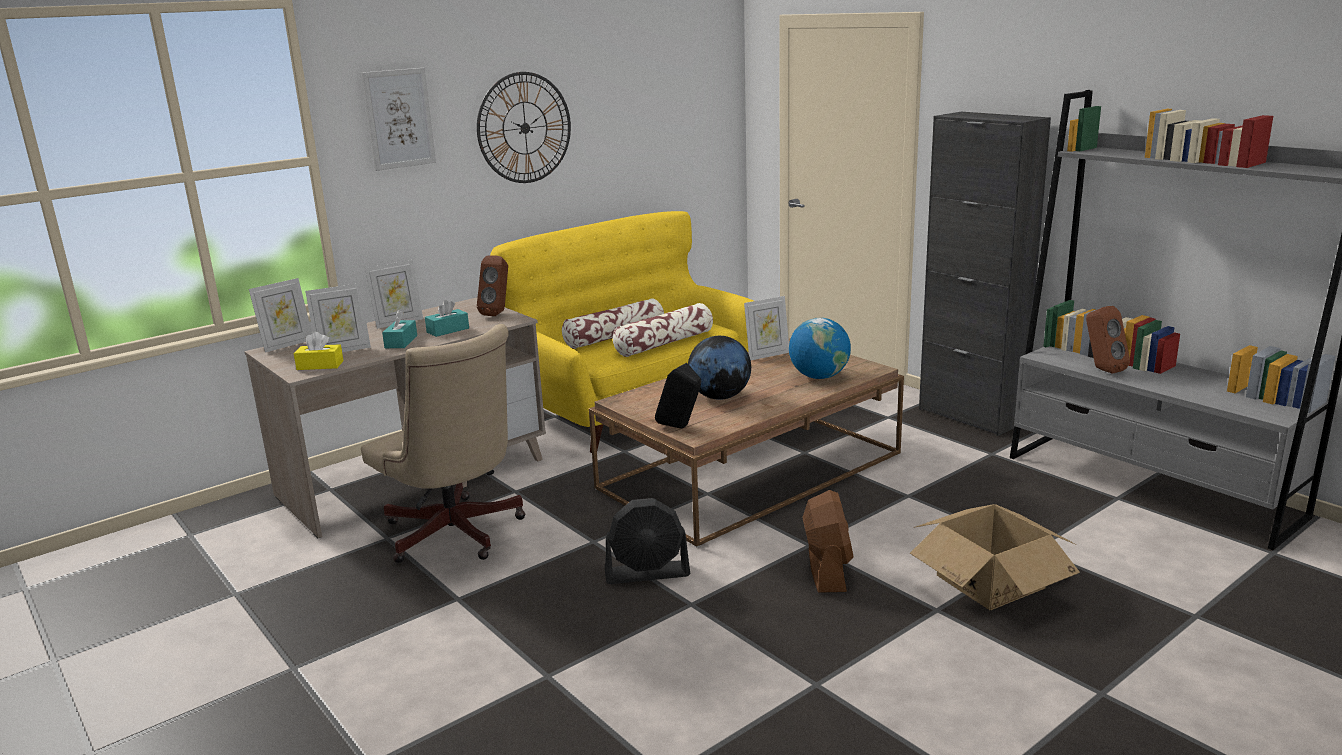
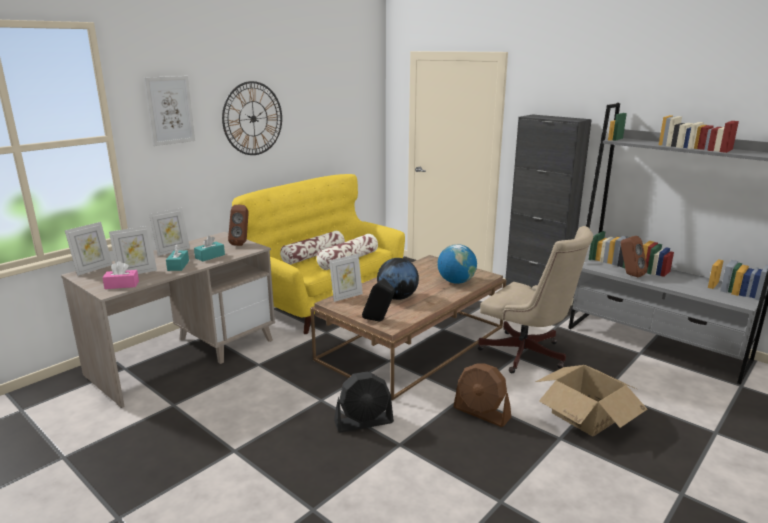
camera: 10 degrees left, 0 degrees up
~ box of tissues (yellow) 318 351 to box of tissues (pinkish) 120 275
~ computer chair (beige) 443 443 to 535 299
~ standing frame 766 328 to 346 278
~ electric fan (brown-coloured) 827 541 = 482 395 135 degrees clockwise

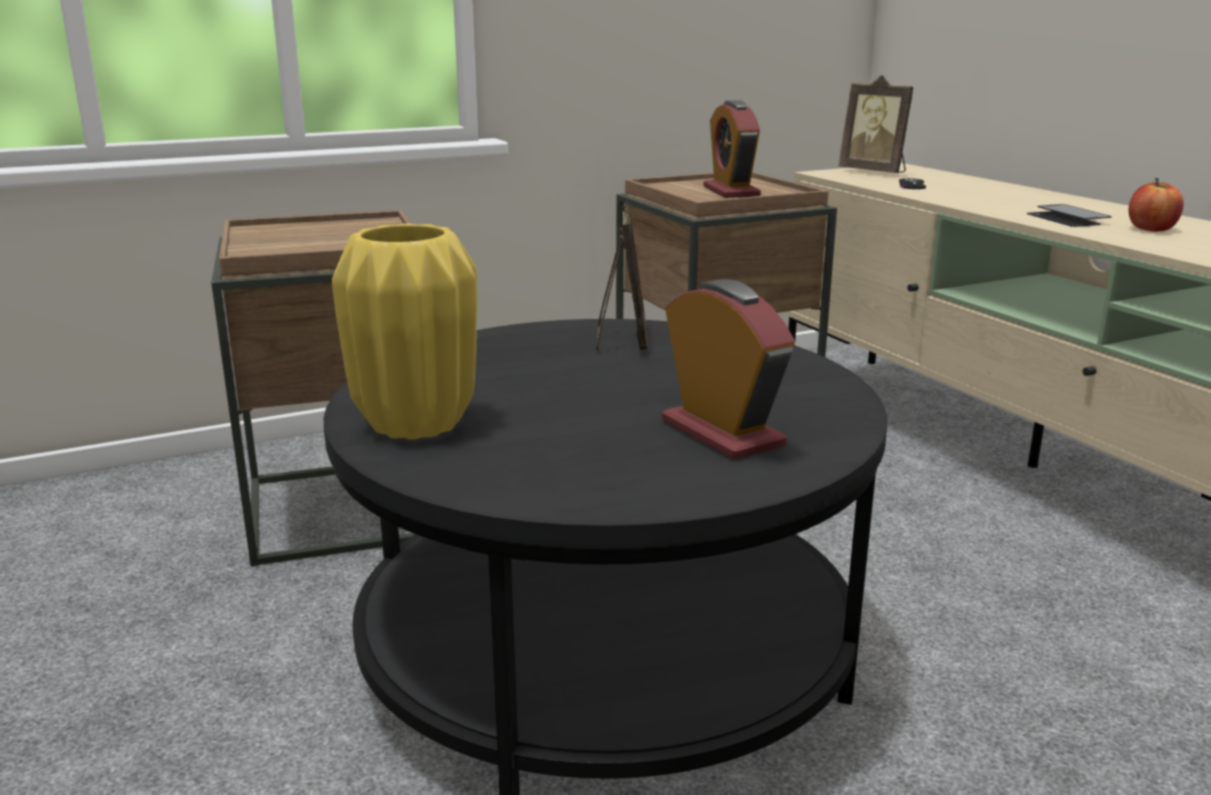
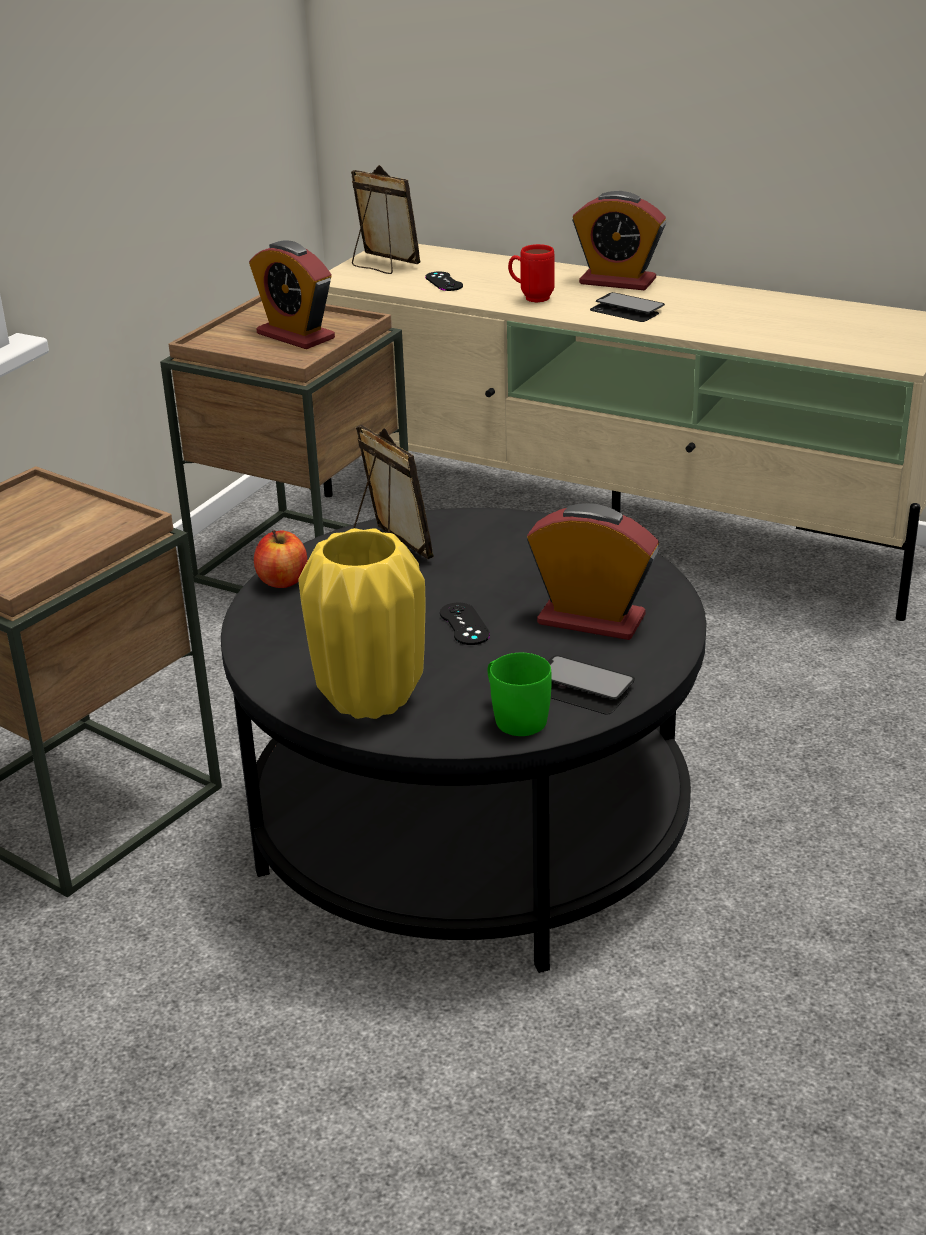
camera: 35 degrees left, 10 degrees up
~ standing frame 876 124 = 386 219 150 degrees counterclockwise
~ apple fruit 1156 204 to 280 559
+ game controller (black) 465 624
+ coffee mug (greenish) 519 694
+ coffee mug (reddish) 531 273
+ telephone 591 685
+ table clock 619 240

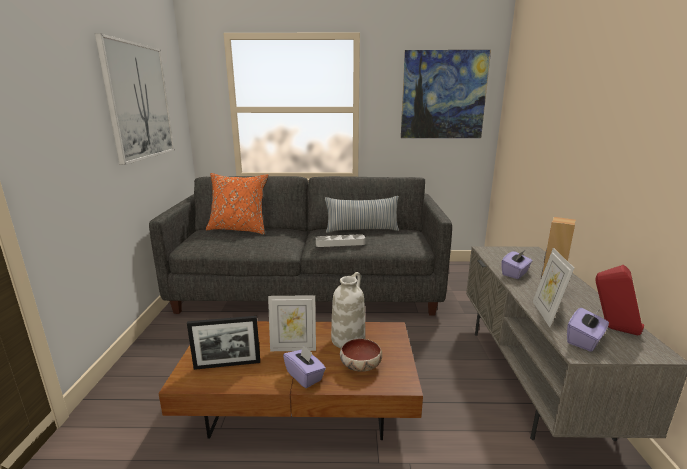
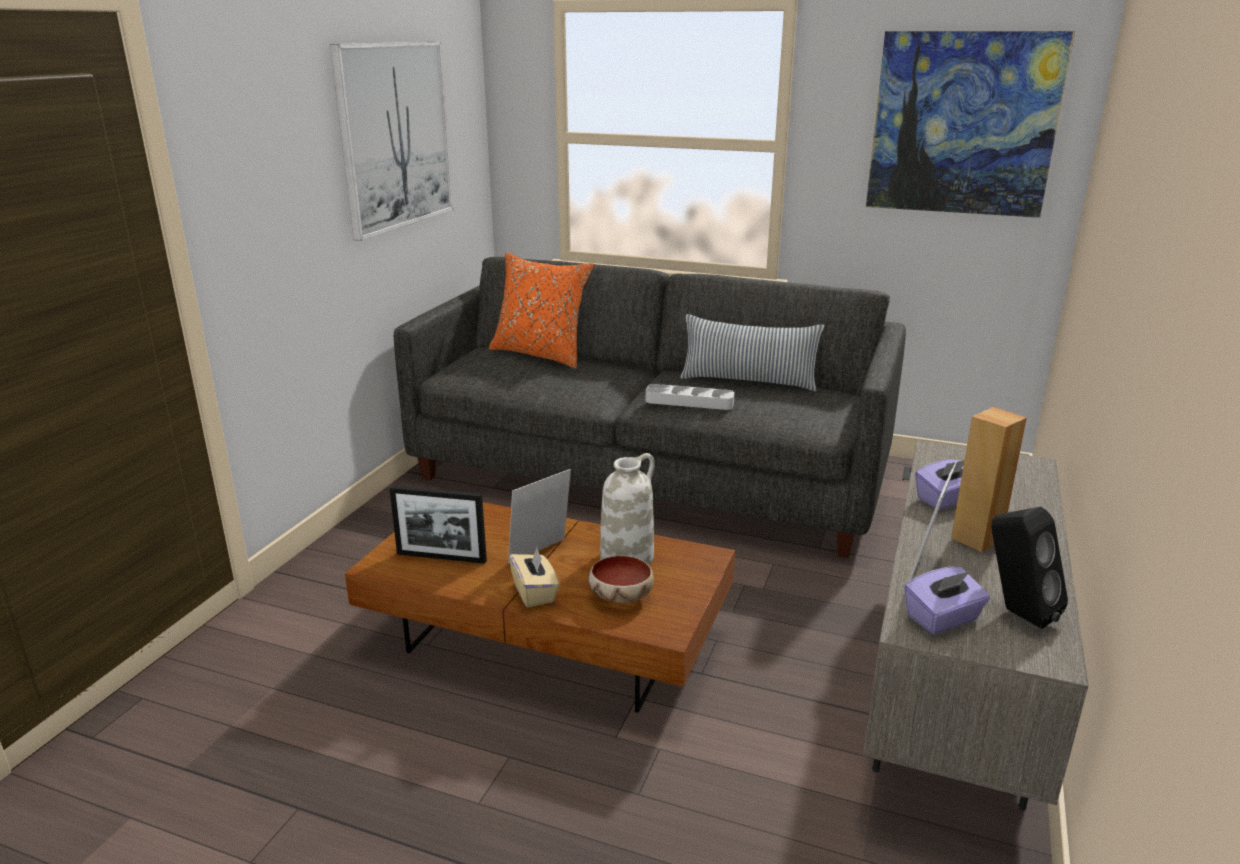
camera: 20 degrees right, 5 degrees up
~ standing frame 292 323 = 539 516 120 degrees clockwise
~ box of tissues (purplish) 304 366 to box of tissues (beige) 534 577
~ speaker (reddish) 619 300 to speaker (black) 1029 567

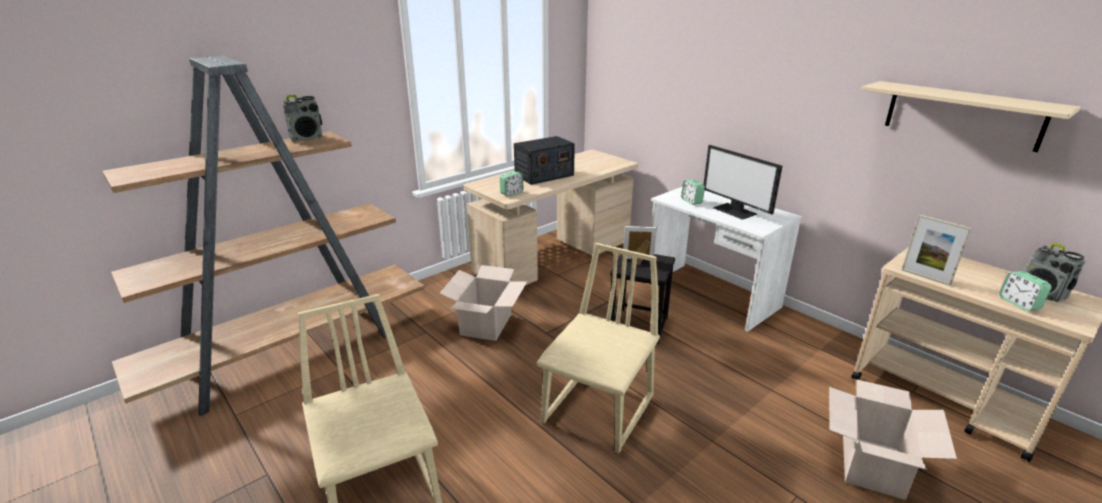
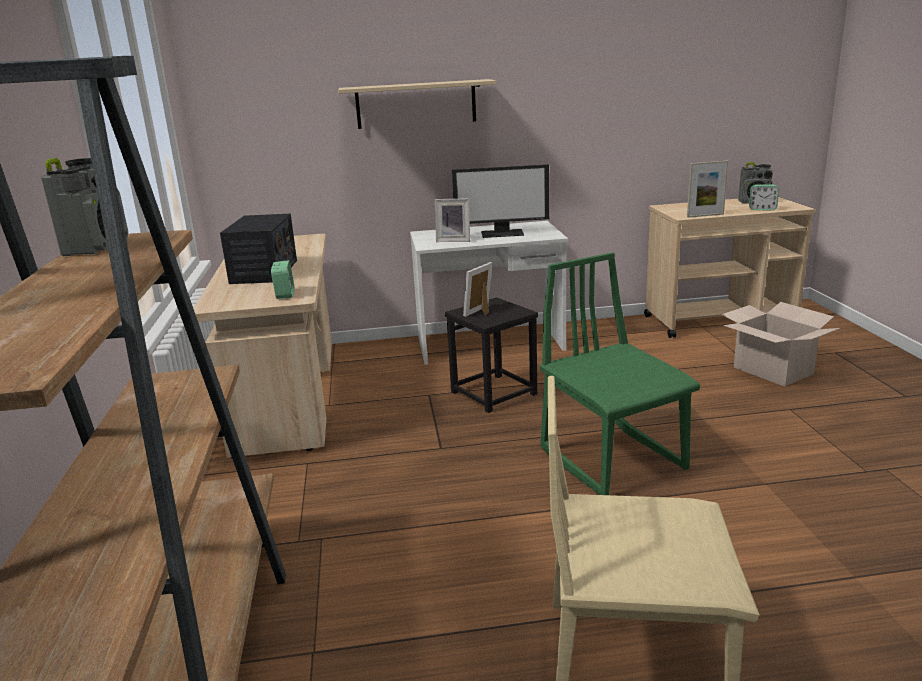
camera: 55 degrees left, 5 degrees down
- cardboard box 483 303
~ chair (beige) 598 348 to chair (greenish) 620 373
~ table clock 693 192 to standing frame 452 220
~ bracket shelf (beige) 970 116 to 417 104

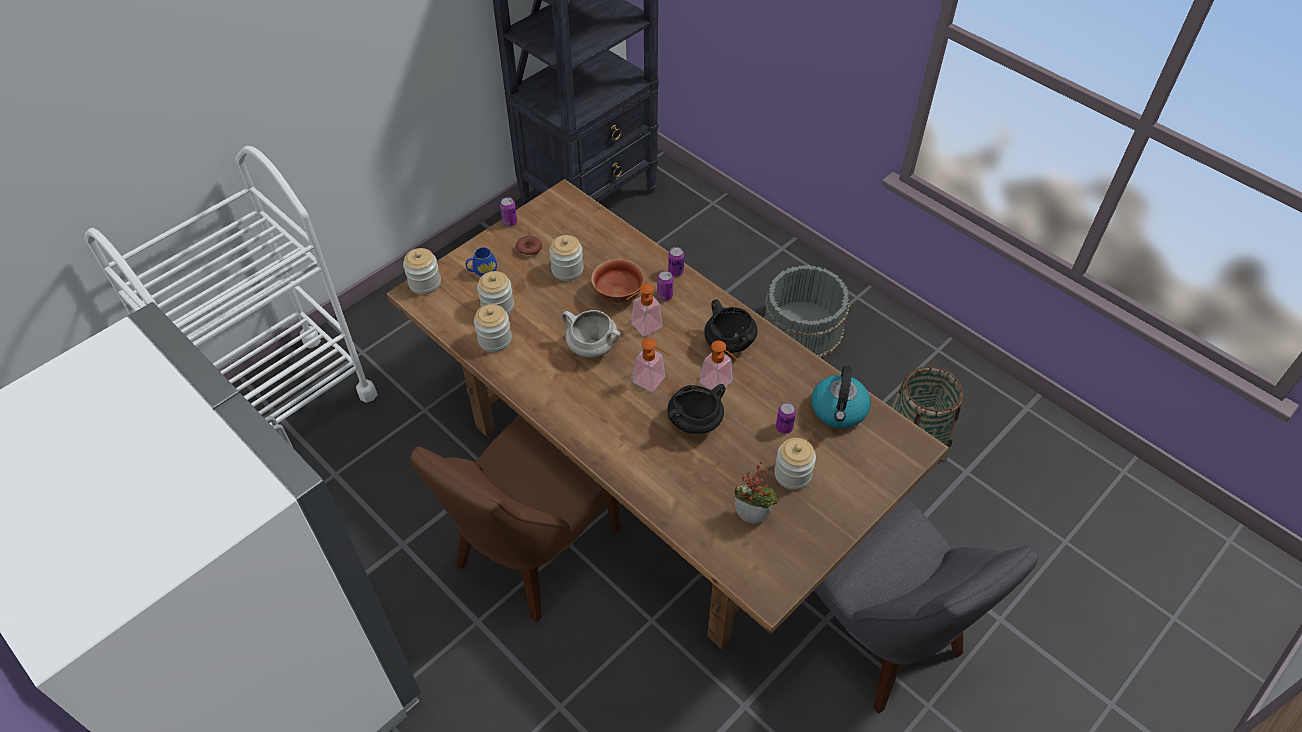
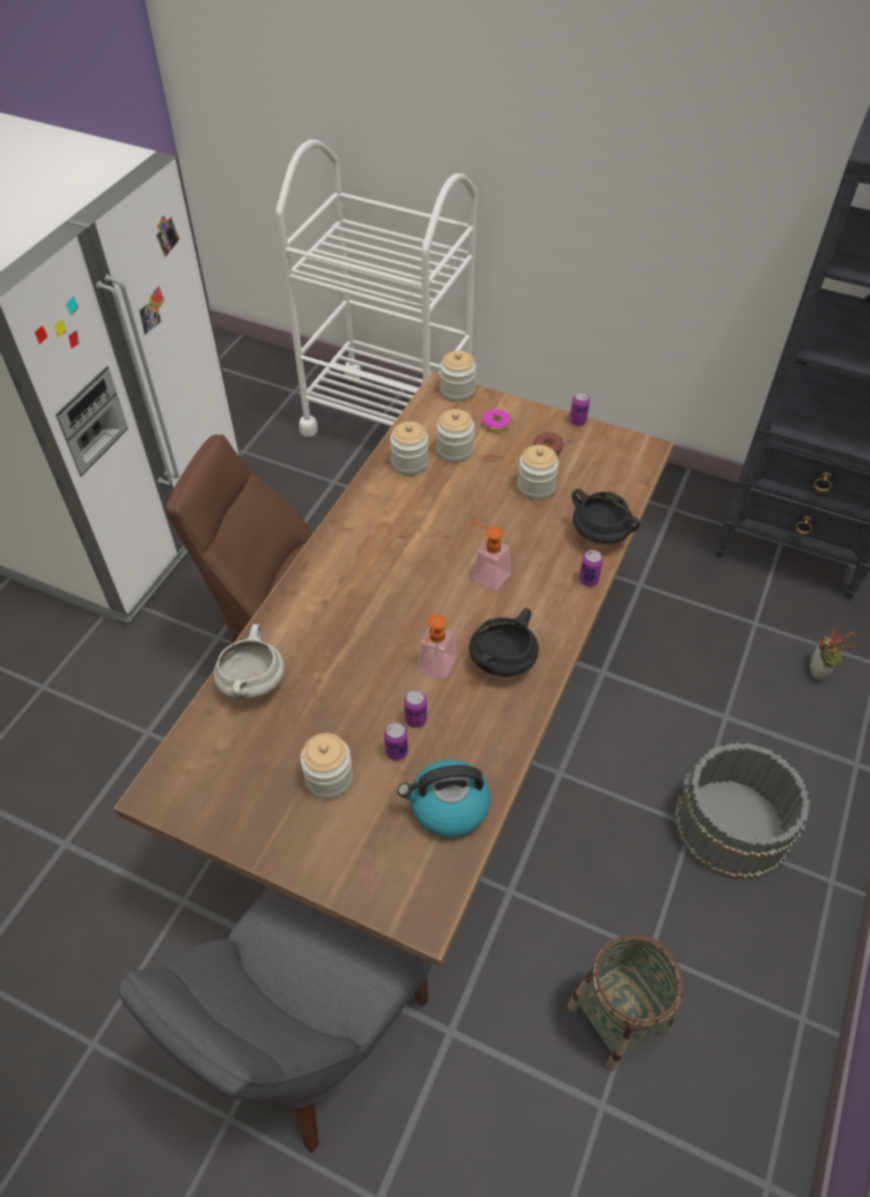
camera: 70 degrees right, 0 degrees up
~ coffee mug (bluish) 481 261 to doughnut 496 420
~ stockpot (white-coloured) 591 334 to 249 662
- serving bowl 618 281
- soap dispenser 651 365
~ sealed can 665 286 to 415 708
~ stockpot (black) 696 409 to 605 517
~ potted plant 756 493 to 832 653

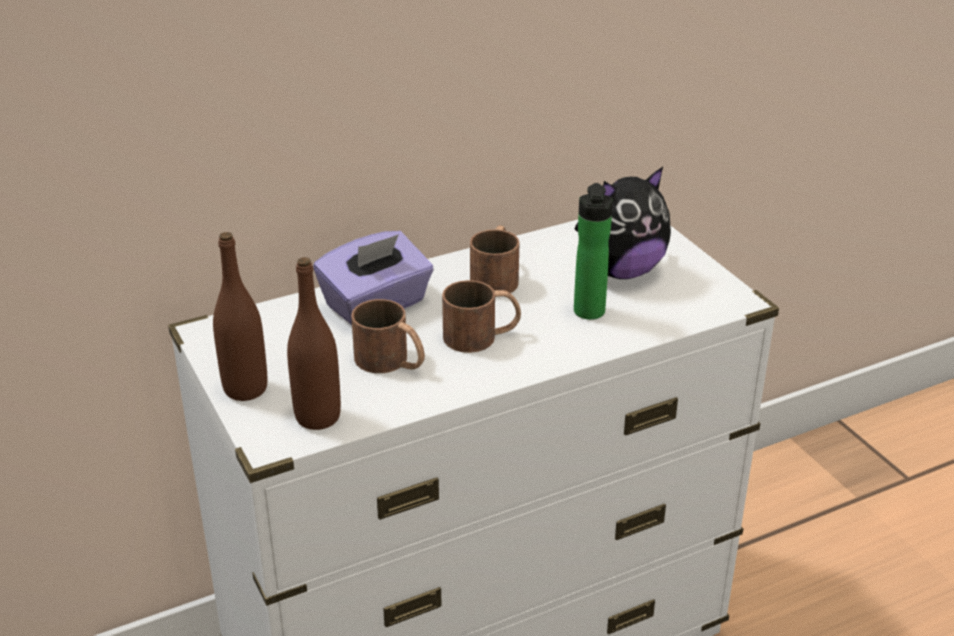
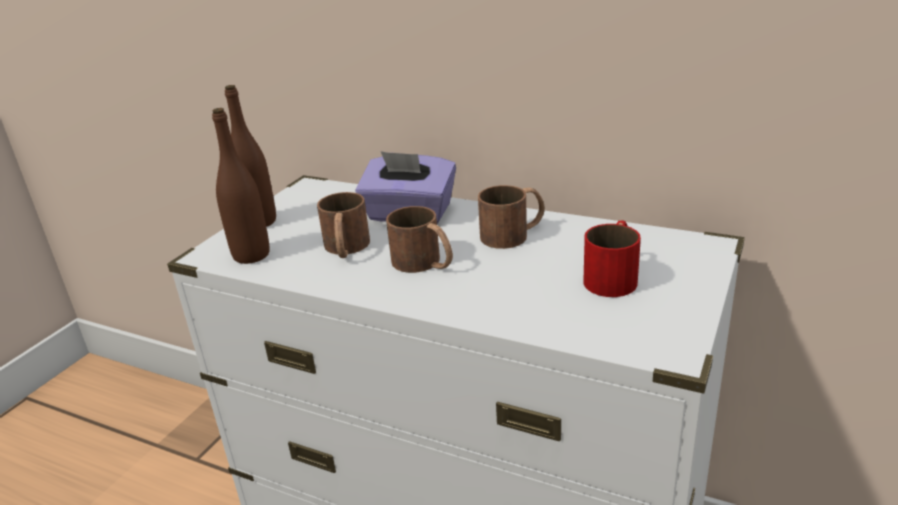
camera: 55 degrees right, 5 degrees down
- beverage bottle 593 251
~ soft toy 623 223 to coffee mug (reddish) 612 258

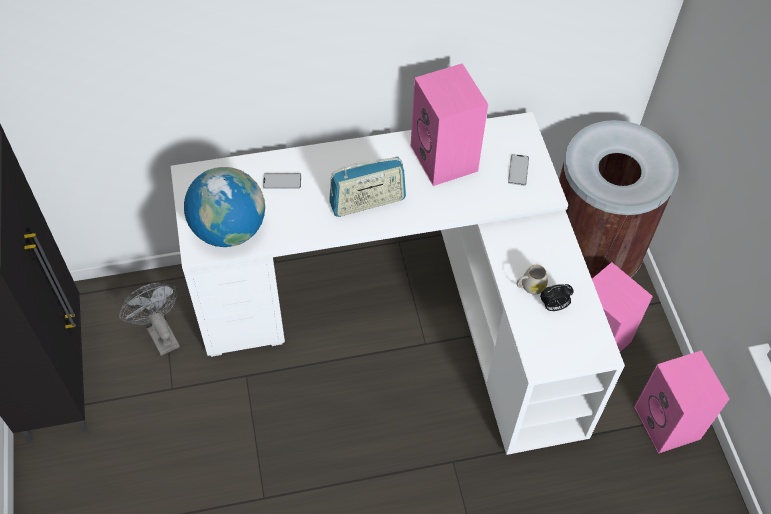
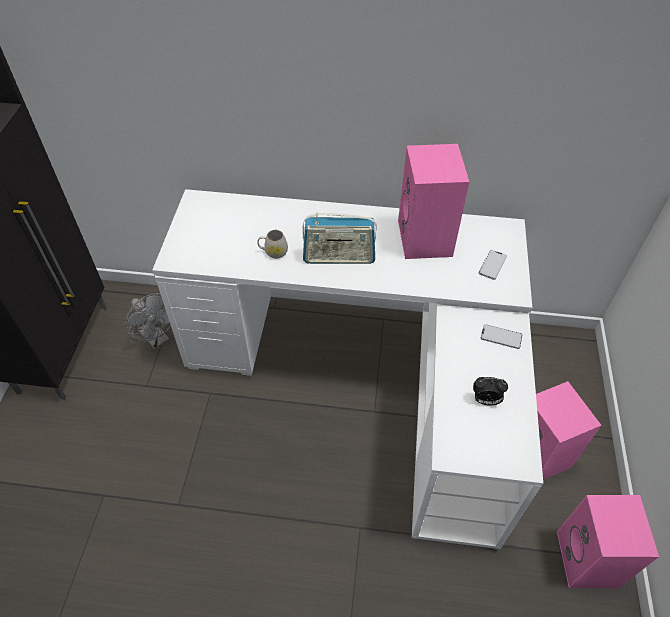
camera: 20 degrees right, 5 degrees down
~ electric fan (greyish) 149 319 = 148 321 150 degrees clockwise
- globe 224 207
~ telephone 282 181 to 501 336
~ coffee mug (white-coloured) 532 279 to 272 244
- rubbish bin (brown-coloured) 619 199

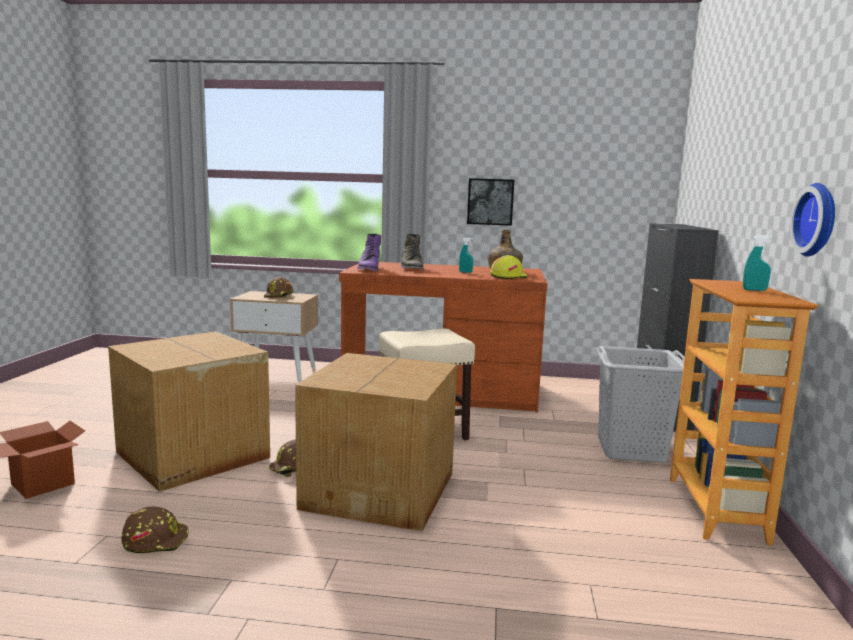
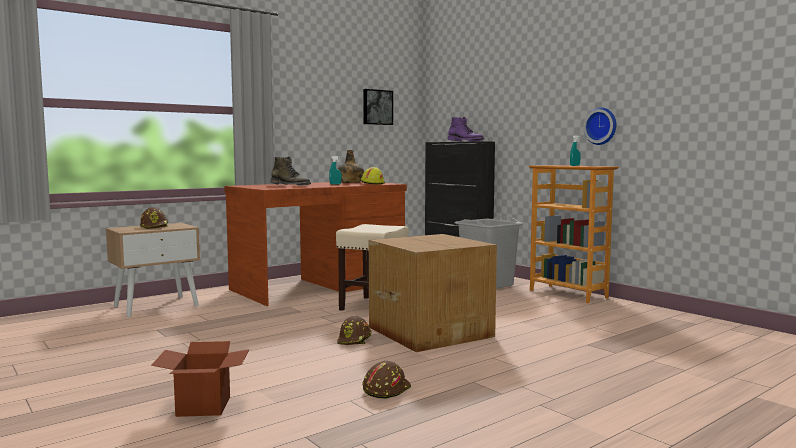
camera: 45 degrees left, 5 degrees down
- cardboard box 189 411
~ boot (purplish) 369 252 to 465 129
~ wall picture 490 202 to 378 107

